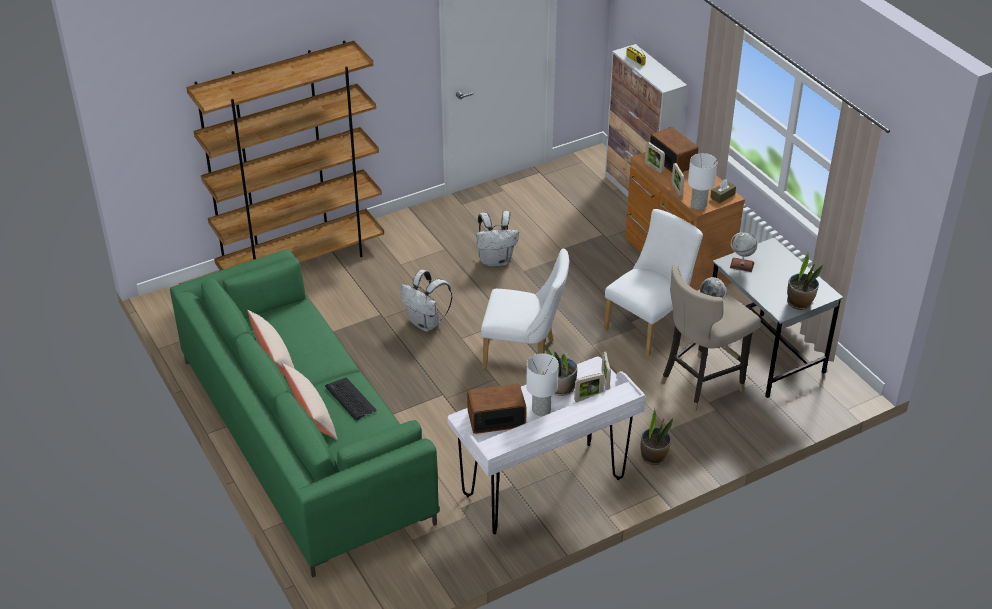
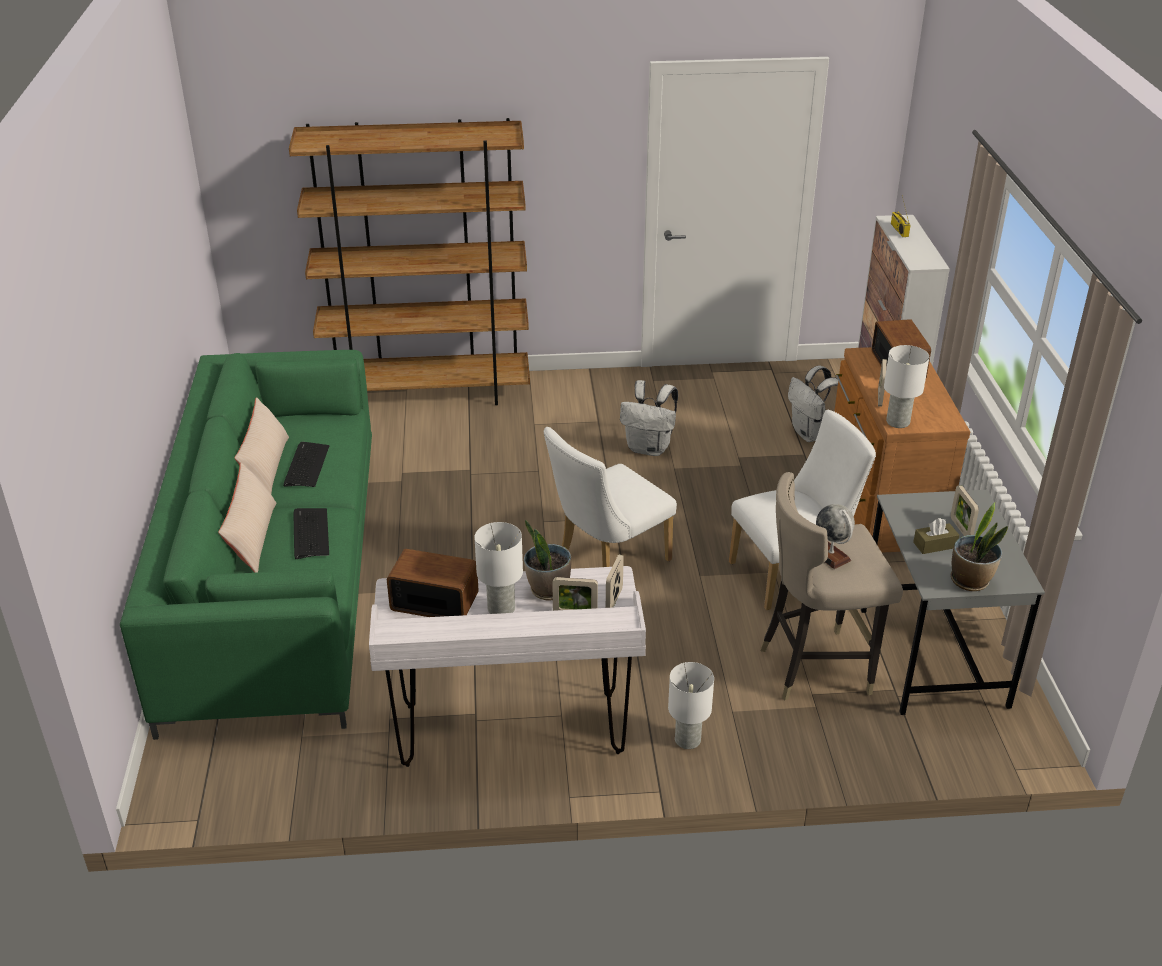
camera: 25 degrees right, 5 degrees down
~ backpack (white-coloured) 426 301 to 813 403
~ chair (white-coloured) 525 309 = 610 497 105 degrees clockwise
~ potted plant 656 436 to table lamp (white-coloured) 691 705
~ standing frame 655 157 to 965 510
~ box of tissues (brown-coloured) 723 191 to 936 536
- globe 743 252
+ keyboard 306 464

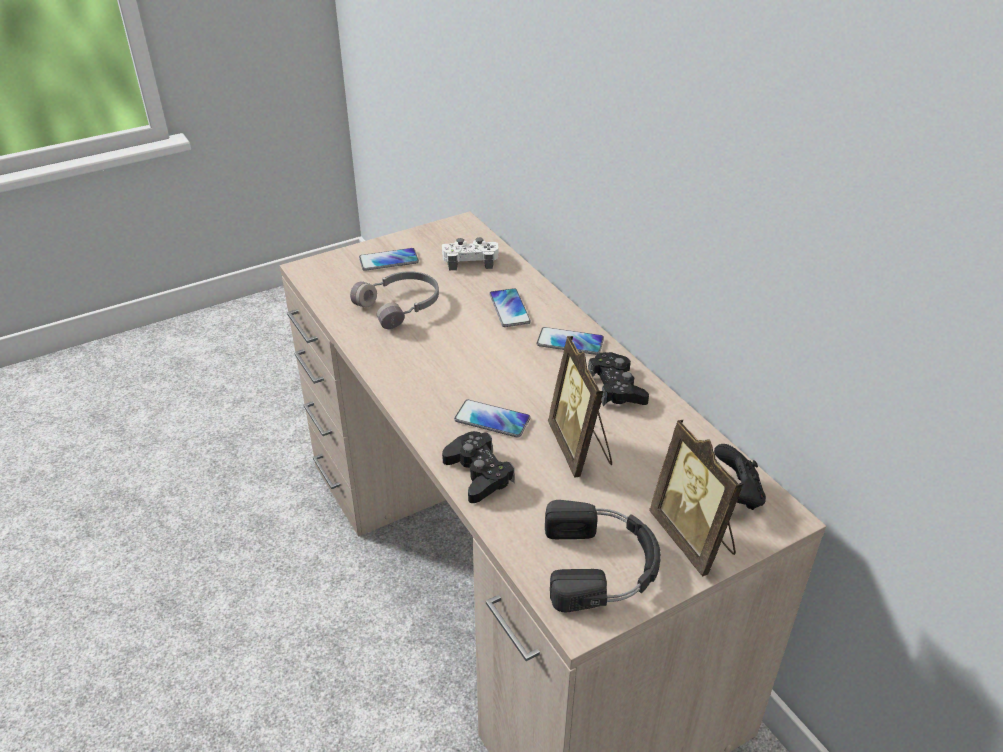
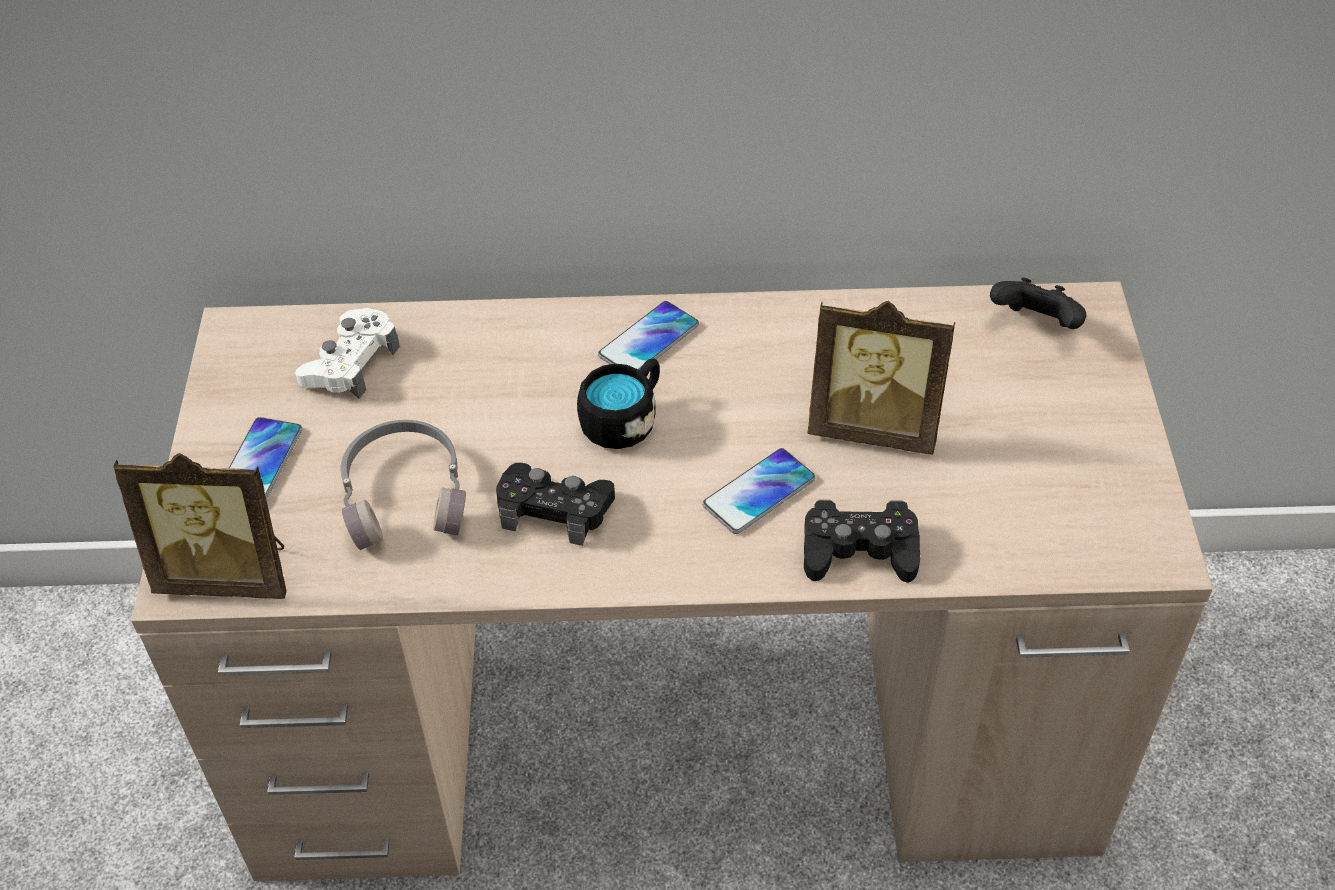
camera: 60 degrees left, 10 degrees up
- telephone 510 307
- headphones (black) 603 556
~ game controller (black) 618 379 to 555 504
~ standing frame 696 498 to 199 526
+ coffee mug (black) 618 403

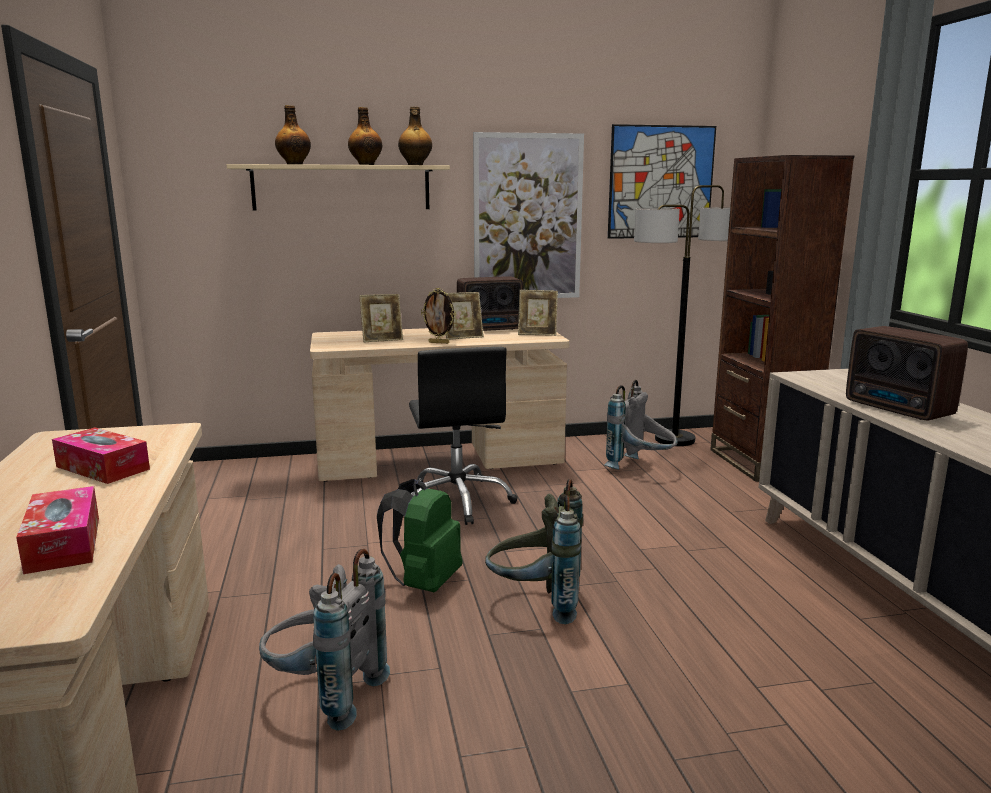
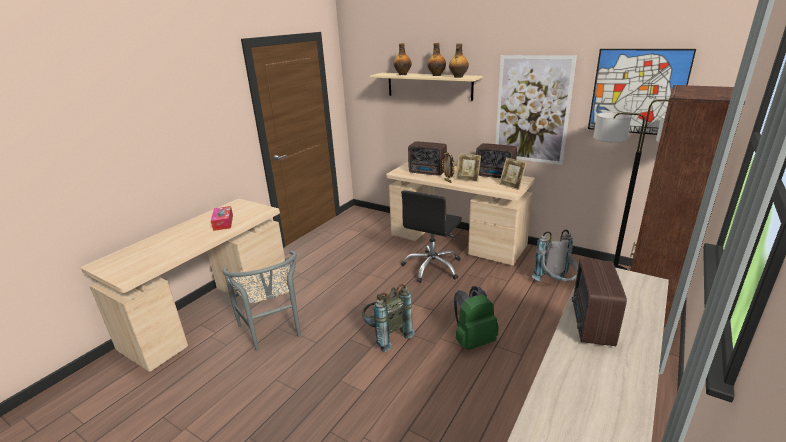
camera: 45 degrees right, 10 degrees up
- box of tissues 57 530
~ backpack (greyish) 324 640 to chair (greyish) 262 300
~ standing frame 381 318 to radio 427 158
~ backpack (greenish) 419 535 to 476 318

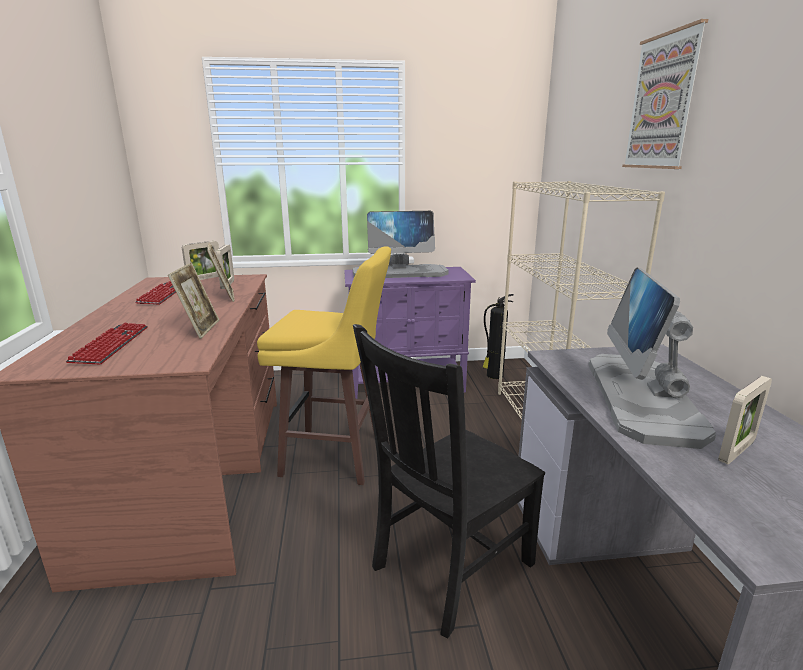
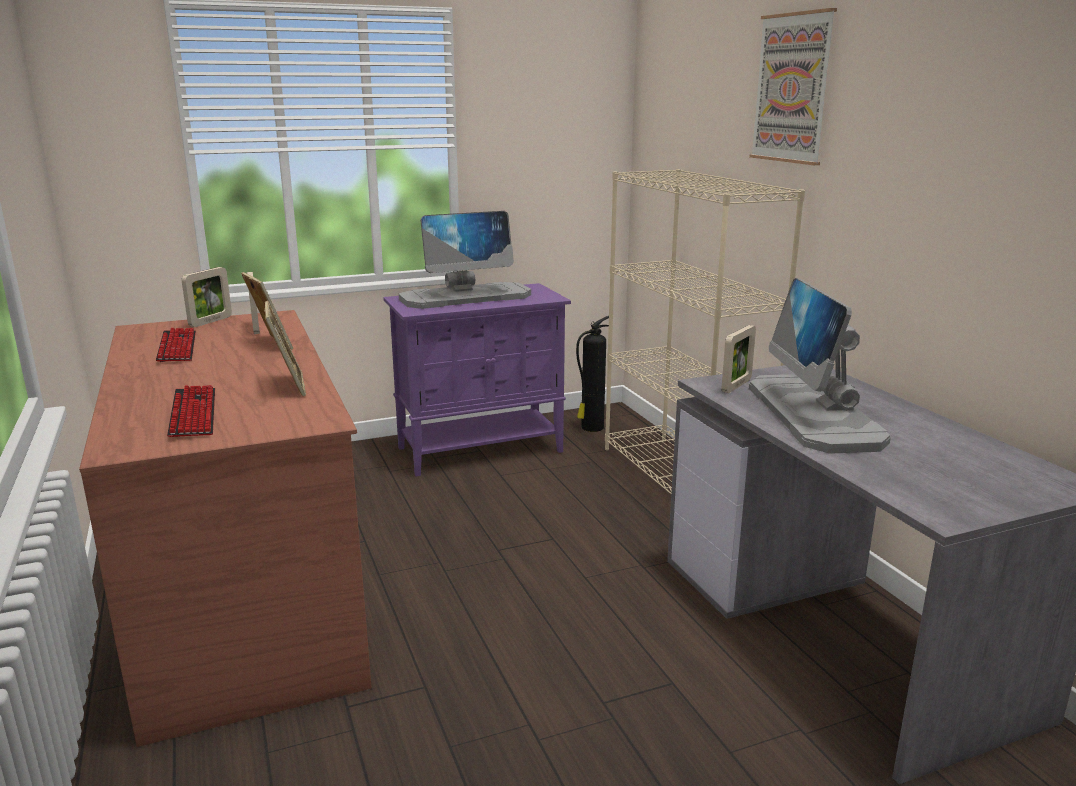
camera: 15 degrees left, 0 degrees up
- sitting stool (yellow) 324 365
- chair (black) 449 481
~ standing frame 745 420 to 739 359

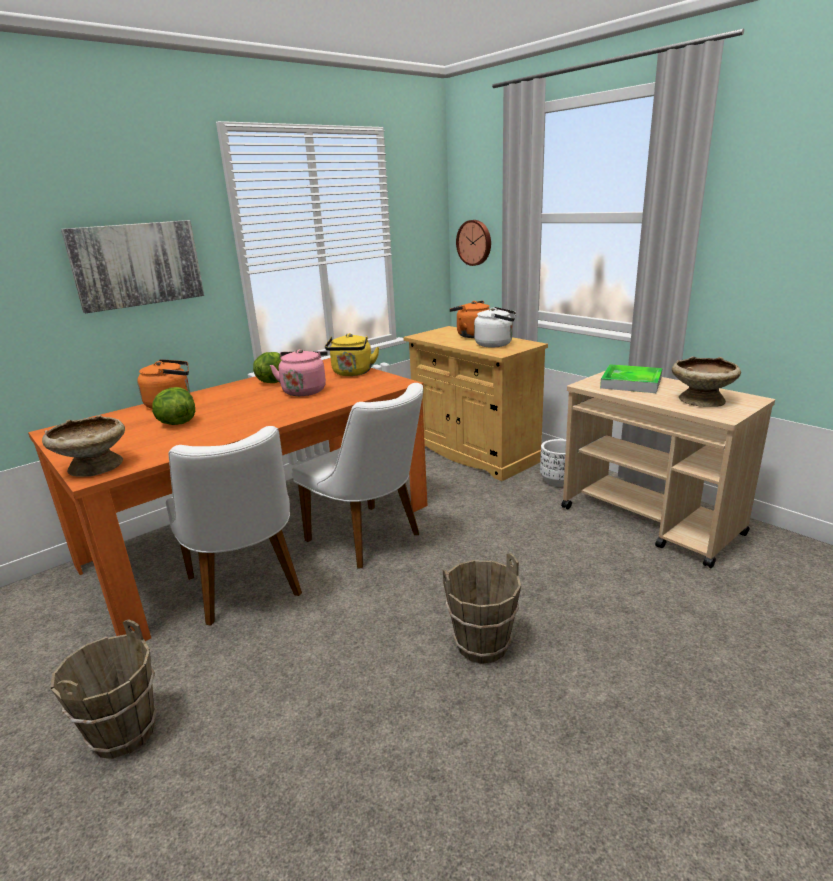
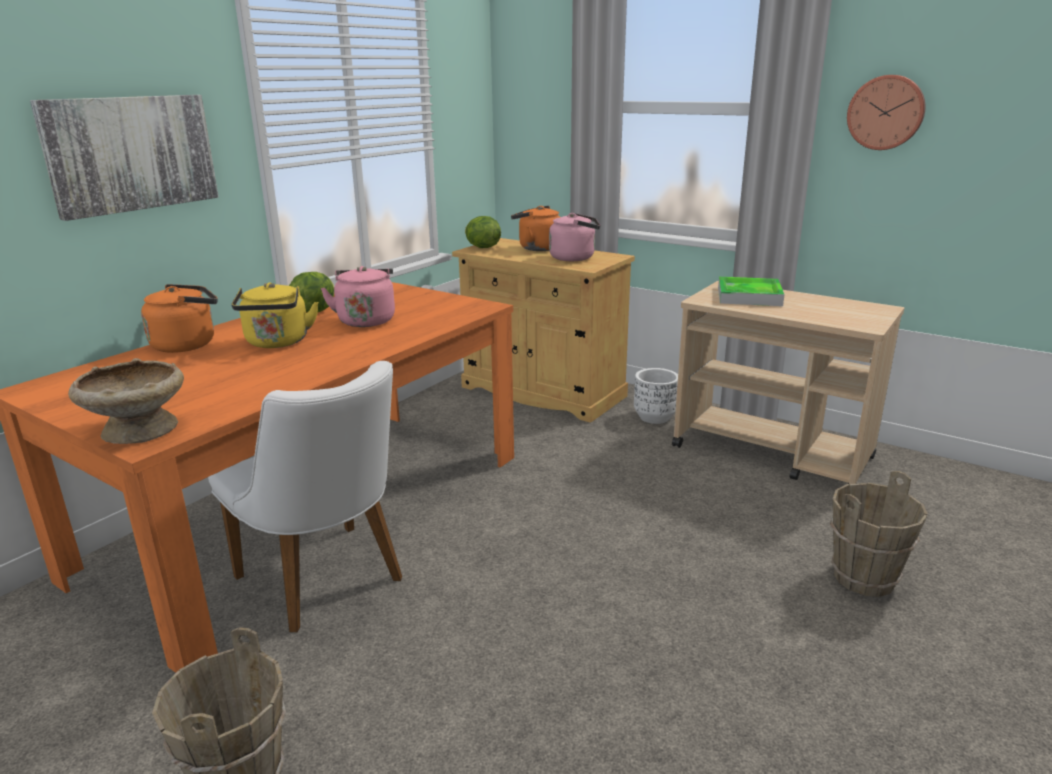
camera: 15 degrees left, 0 degrees up
~ lettuce head 173 406 to 483 232
- chair (white-coloured) 357 475
~ kettle (yellow) 352 354 to 275 315
~ bucket (brown-coloured) 482 608 to 879 534
~ hanging clock 473 243 to 886 112
~ kettle (white-coloured) 495 327 to kettle (pinkish) 574 237
- serving bowl (beige) 706 381

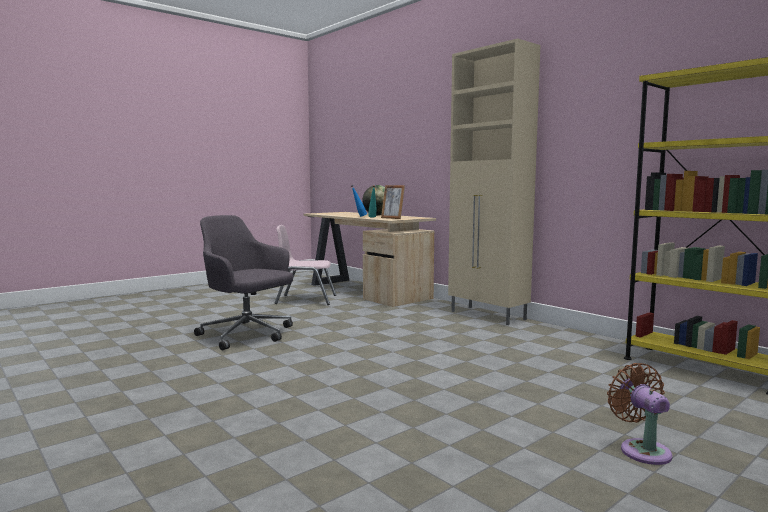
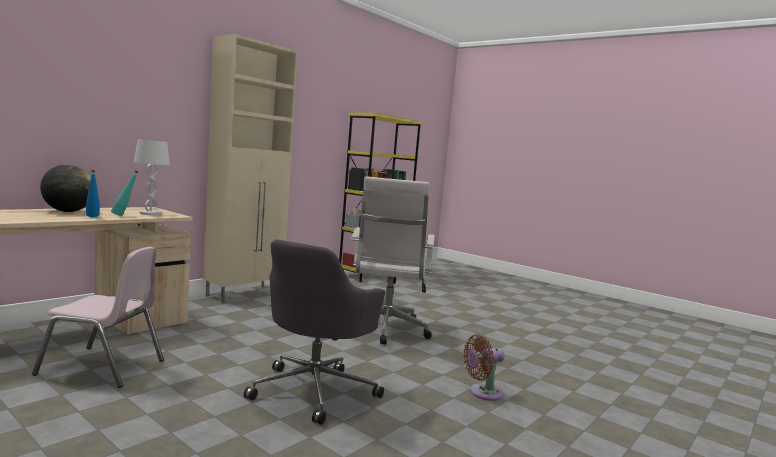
camera: 100 degrees left, 0 degrees up
~ chair (pinkish) 305 265 = 98 317 75 degrees counterclockwise
~ standing frame 393 202 to table lamp (white-coloured) 152 177
~ electric fan (brown-coloured) 640 414 to 483 367
+ computer chair (white-coloured) 393 260

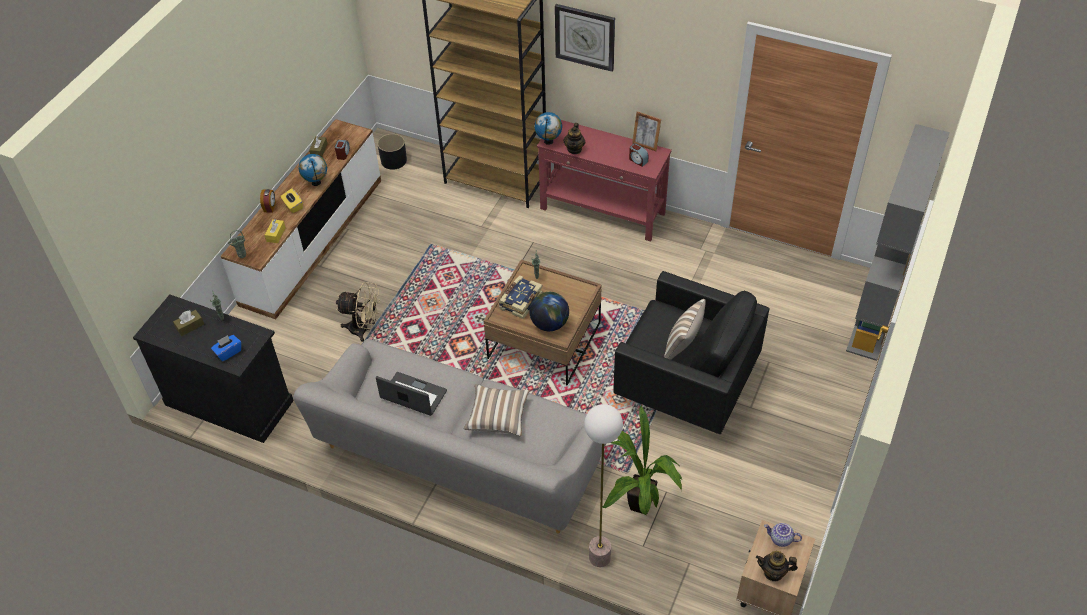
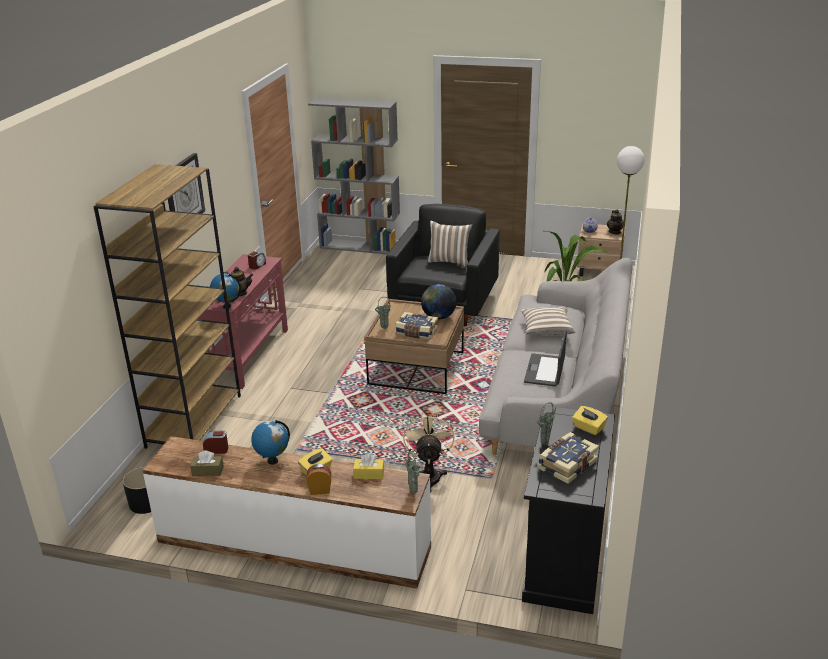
camera: 100 degrees left, 20 degrees down
~ box of tissues (brown-coloured) 188 323 to book 568 458
~ box of tissues (bluish) 226 348 to box of tissues (yellow) 590 420
- standing frame 646 131

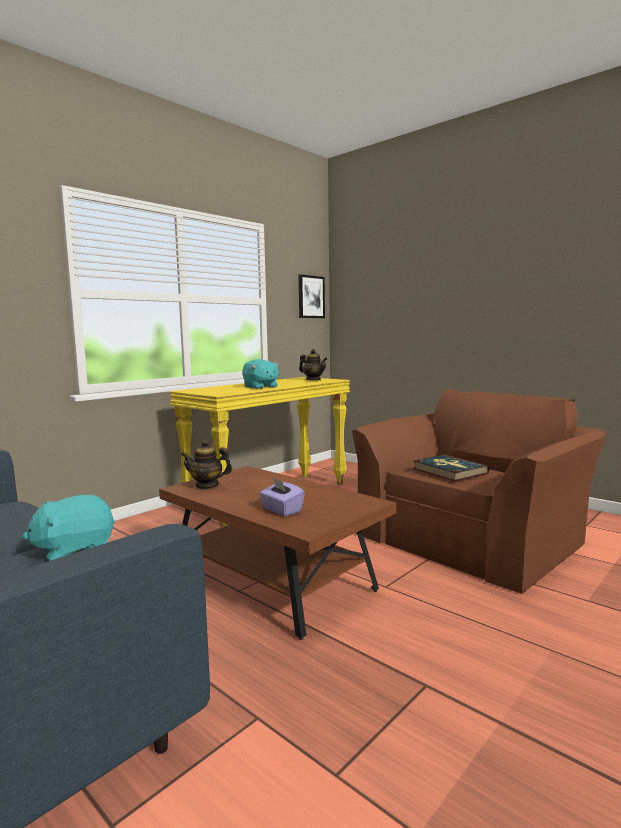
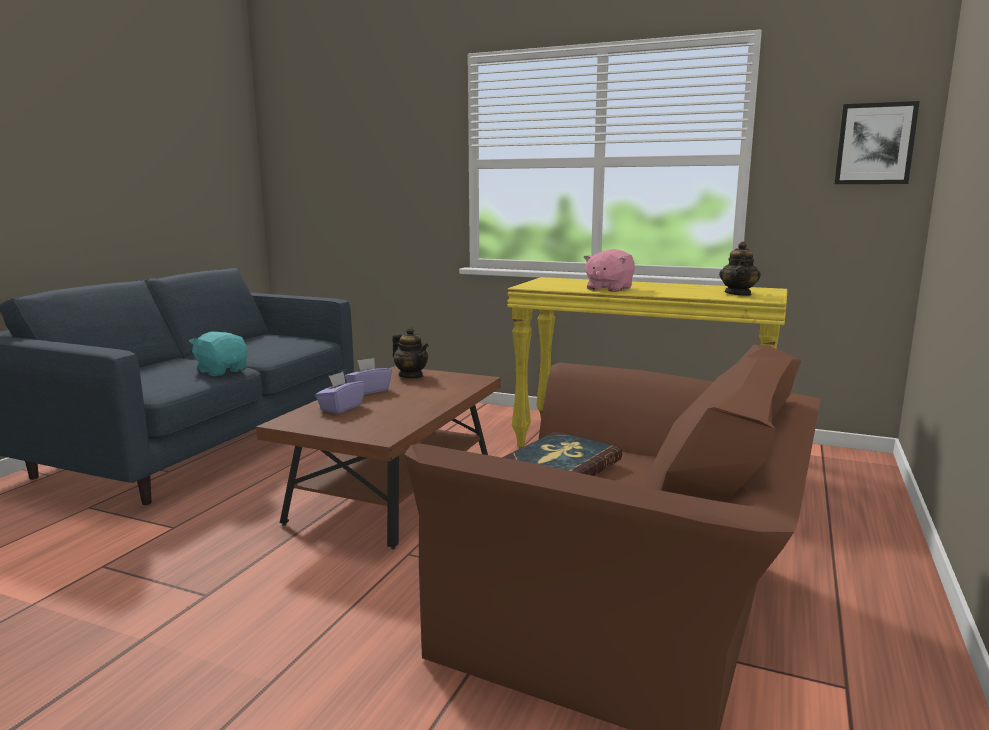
camera: 70 degrees right, 5 degrees up
~ pot for tea 206 464 = 410 352 150 degrees clockwise
~ soft toy (turquoise) 261 374 to soft toy (pinkish) 609 270
+ box of tissues (purplish) 368 376

